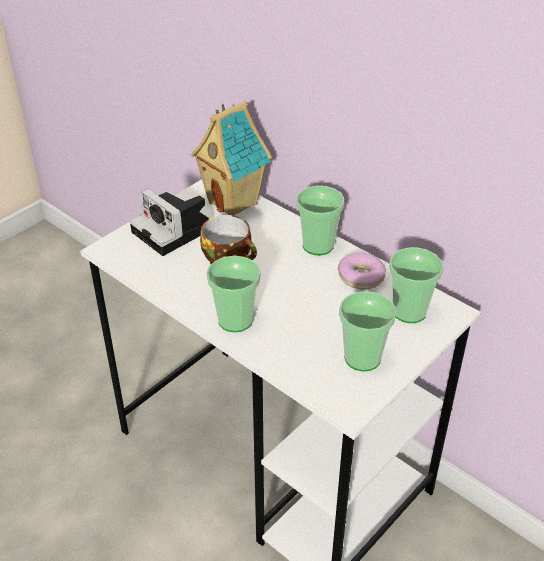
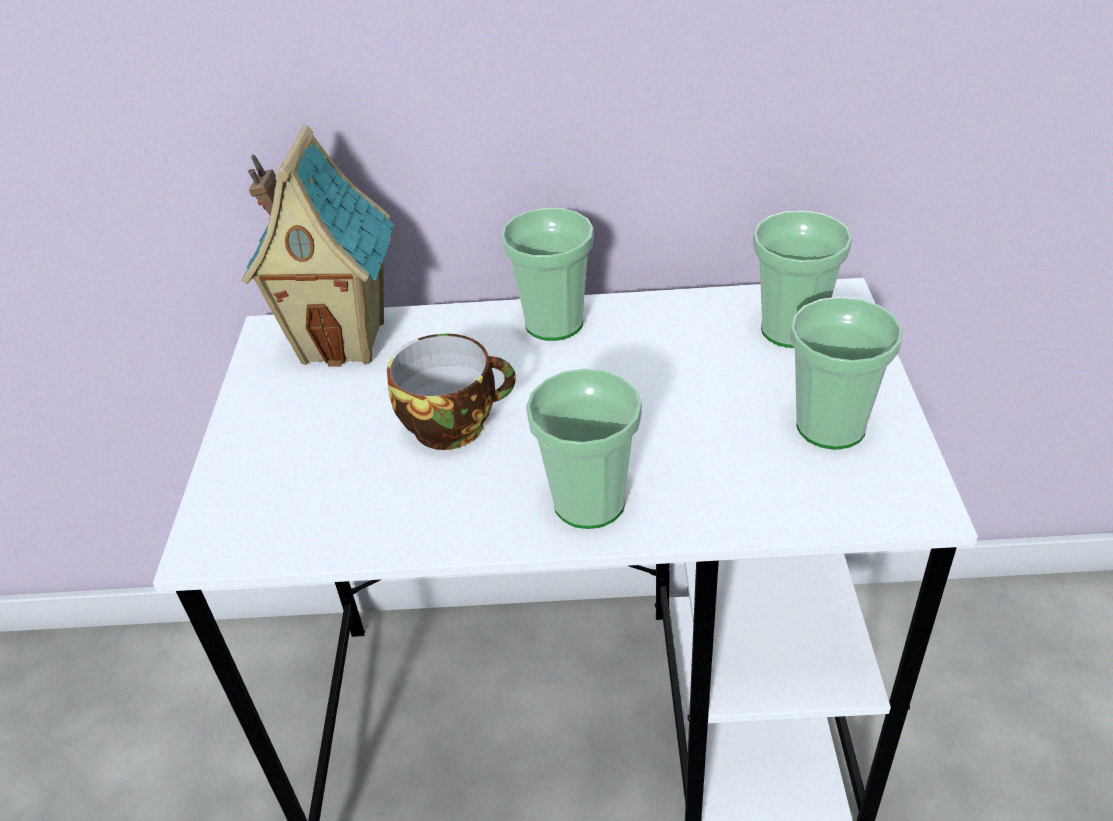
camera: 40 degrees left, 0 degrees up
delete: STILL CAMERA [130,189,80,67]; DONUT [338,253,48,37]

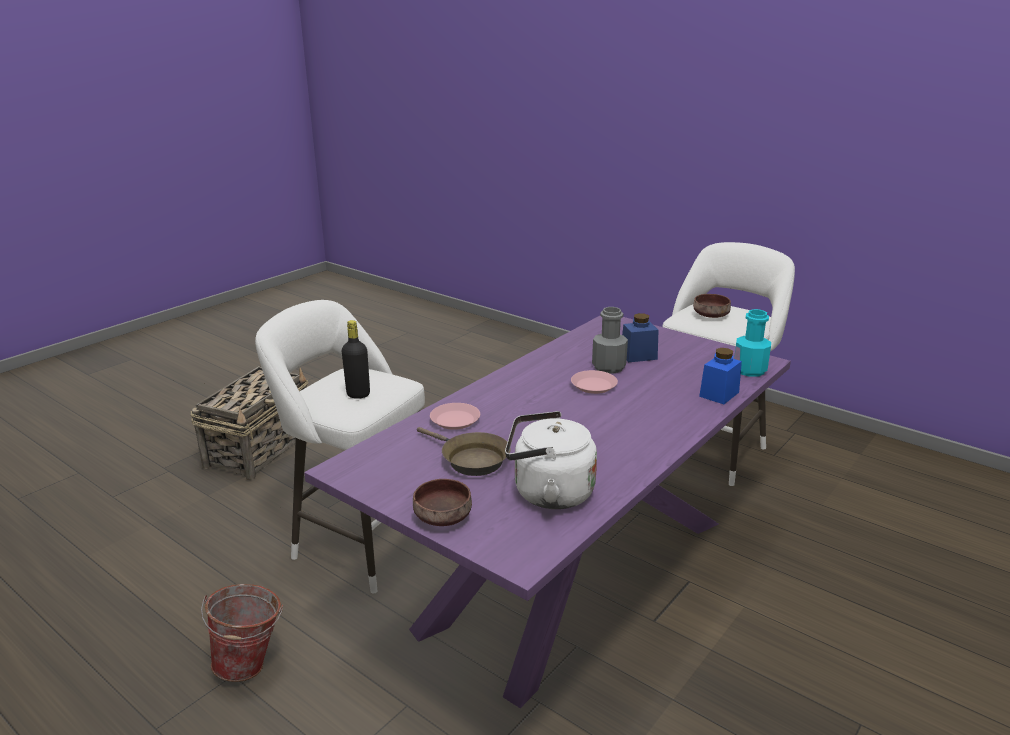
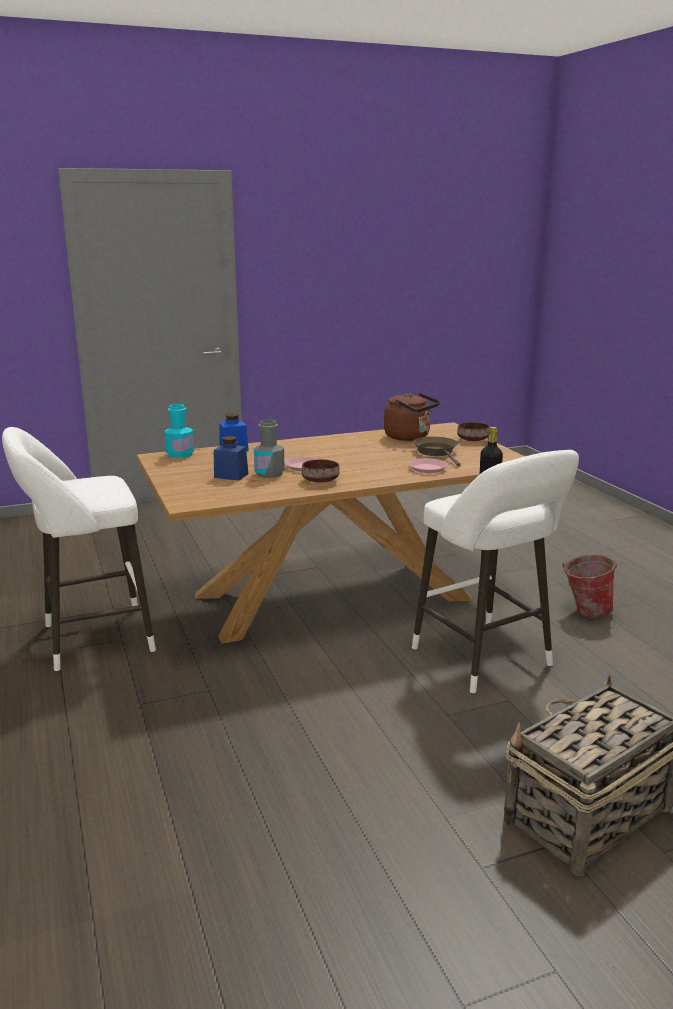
camera: 150 degrees left, 5 degrees down
move: BROWN-COLOURED SERVING BOWL [693,294,38,24] to [302,459,38,23]
recolor: PURPLE-COLOURED DINNER TABLE [304,316,487,392] to BROWN-COLOURED DINNER TABLE [137,422,388,222]; WHITISH WATER KETTLE [505,411,92,98] to BROWN-COLOURED WATER KETTLE [384,392,56,49]

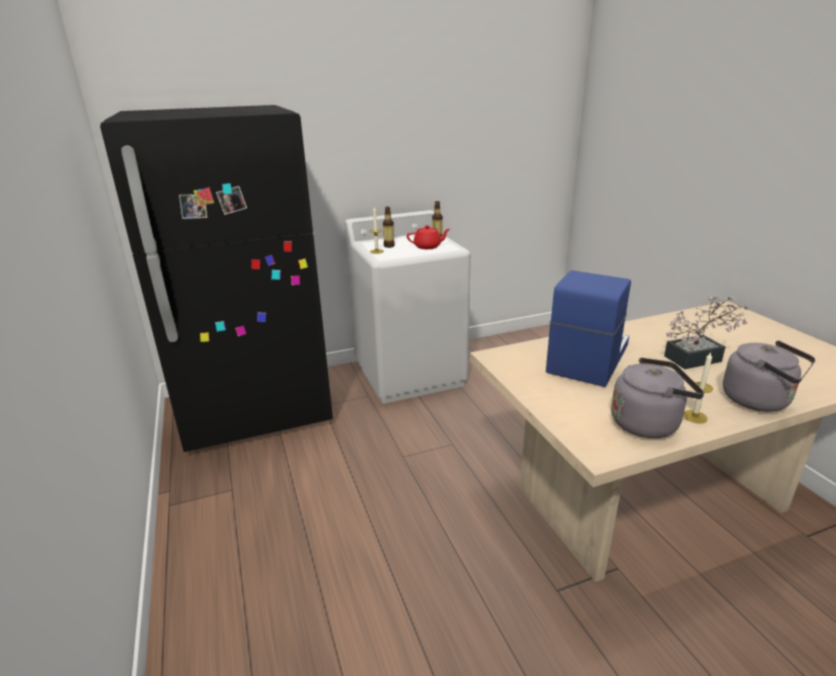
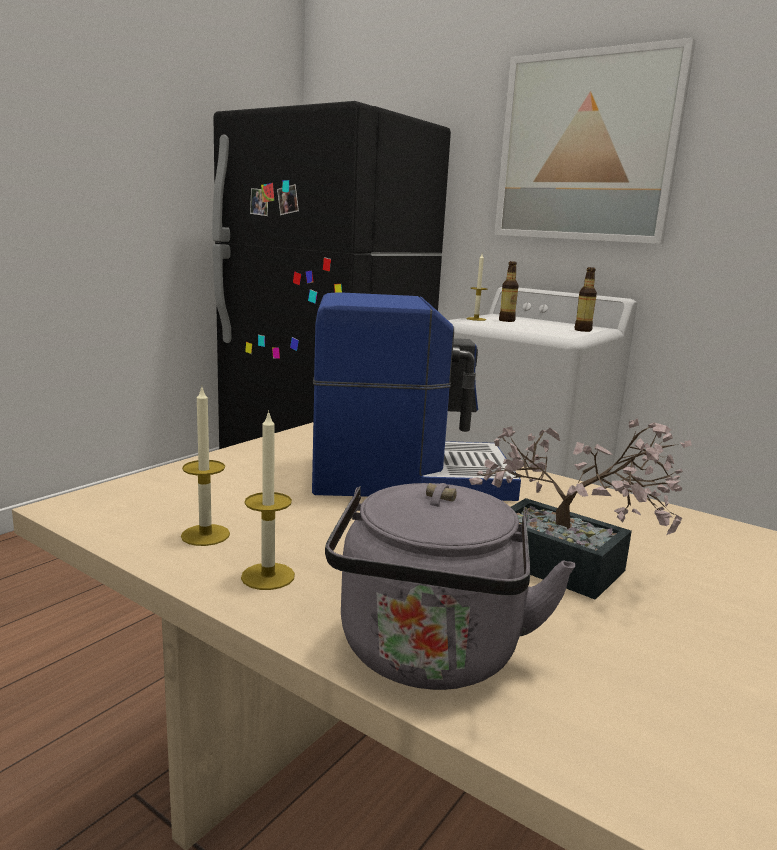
camera: 55 degrees right, 10 degrees down
delete: RED-COLOURED TEA POT [407,225,43,24]
insert: WALL ART [494,38,202,206]
replace: GRAY WATER KETTLE [611,357,93,81] to WAX CANDLE [181,385,49,161]

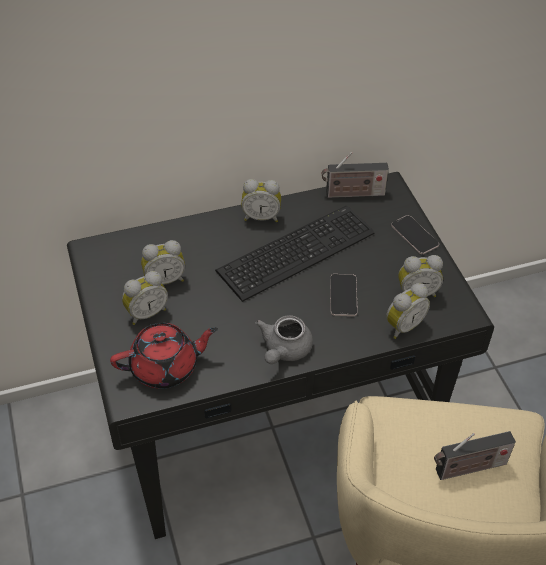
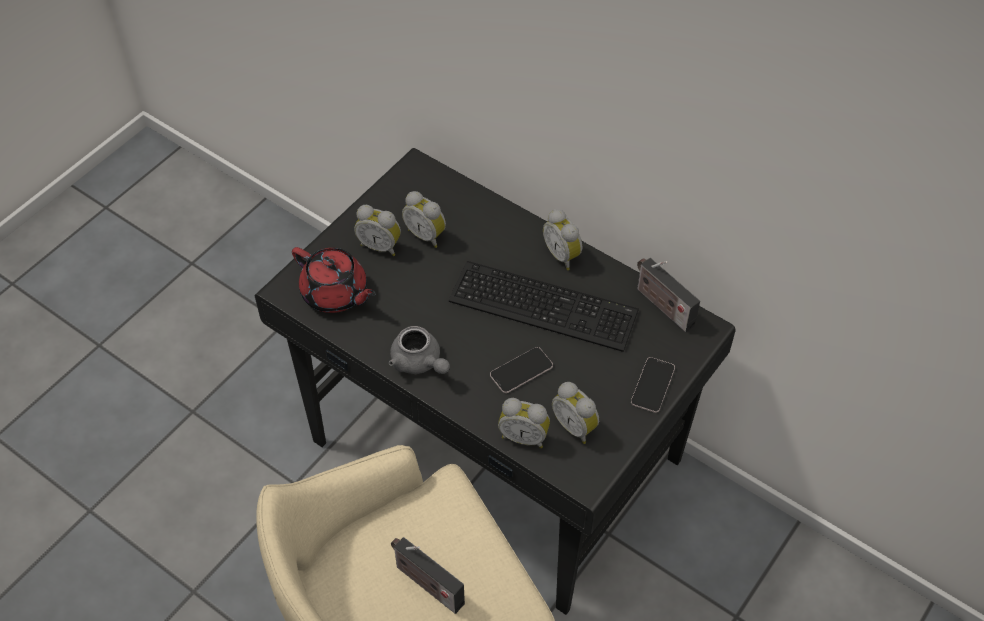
camera: 55 degrees right, 5 degrees up
rotate: GRAY TEA POT [255,315,58,49] = [389,326,61,48] 120 degrees counterclockwise

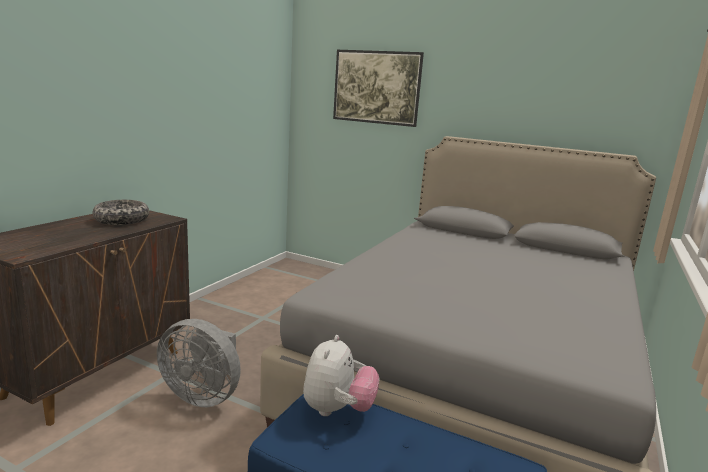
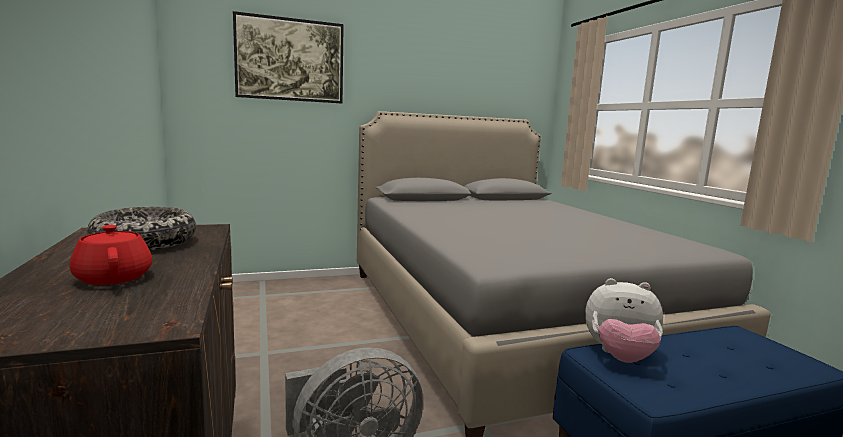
camera: 45 degrees left, 5 degrees down
insert: RED-COLOURED TEA POT [69,225,83,60]
rotate: SOFT TOY [303,335,76,81] = [585,278,78,85] 135 degrees clockwise

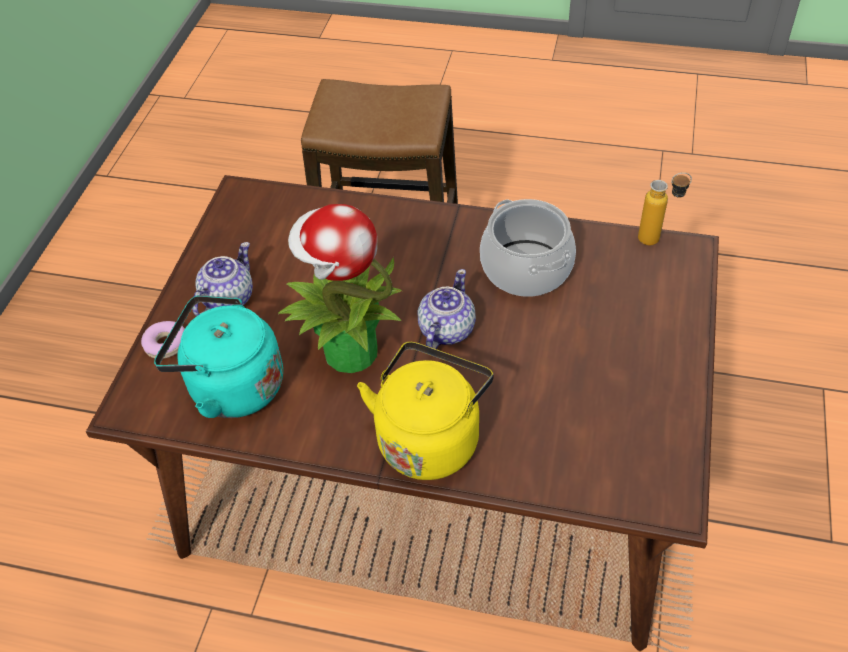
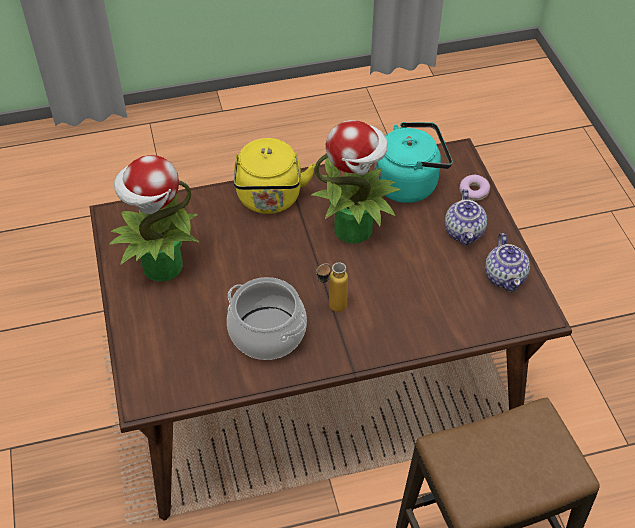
camera: 150 degrees right, 0 degrees up
insert: PLANT IN A POT [109,155,90,127]
move: TEA POT [418,269,58,80] to [485,233,45,59]; BOTTLE [638,172,54,74] to [316,262,32,50]

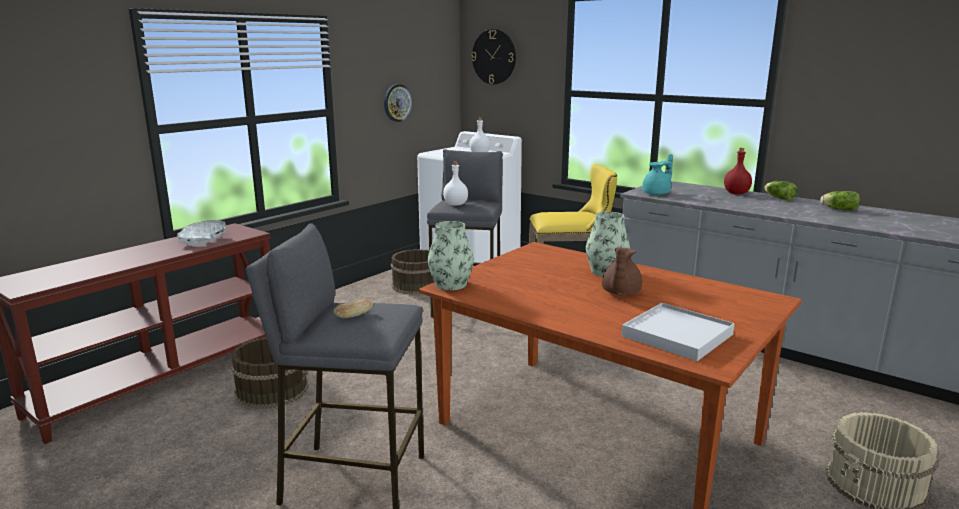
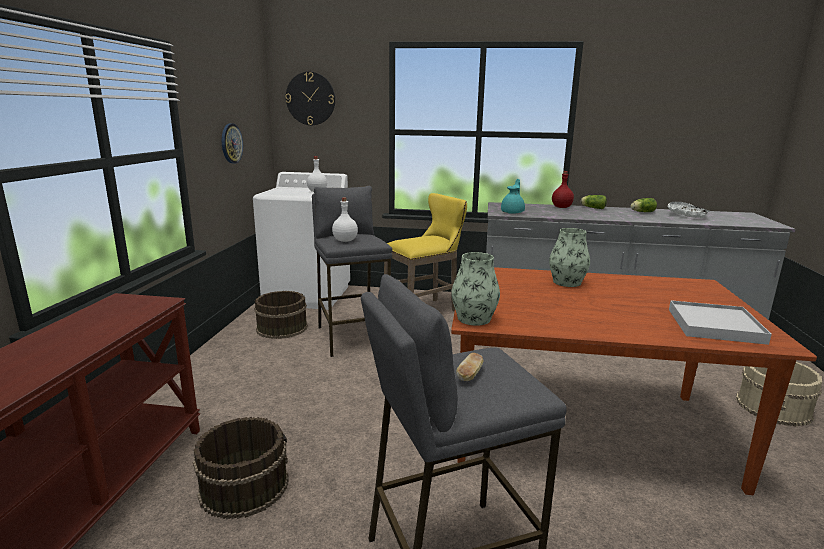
camera: 30 degrees left, 0 degrees up
delete: BROWN-COLOURED TEA POT [602,248,40,48]
move: WHITISH SERVING BOWL [177,220,49,26] to [668,202,42,16]

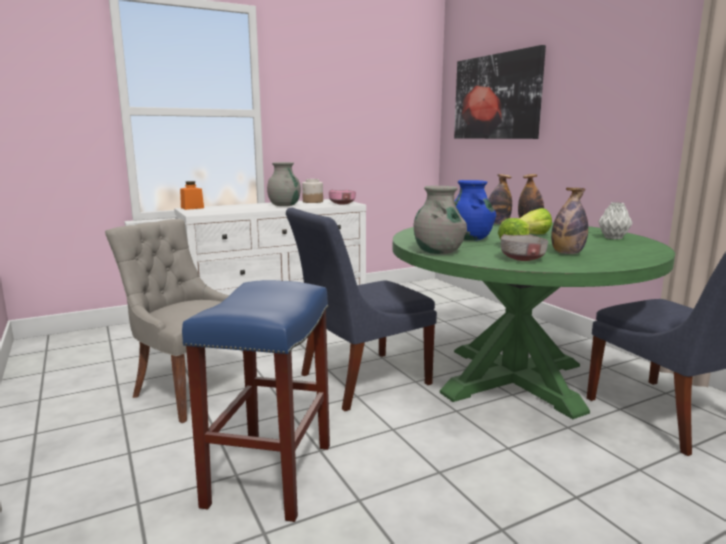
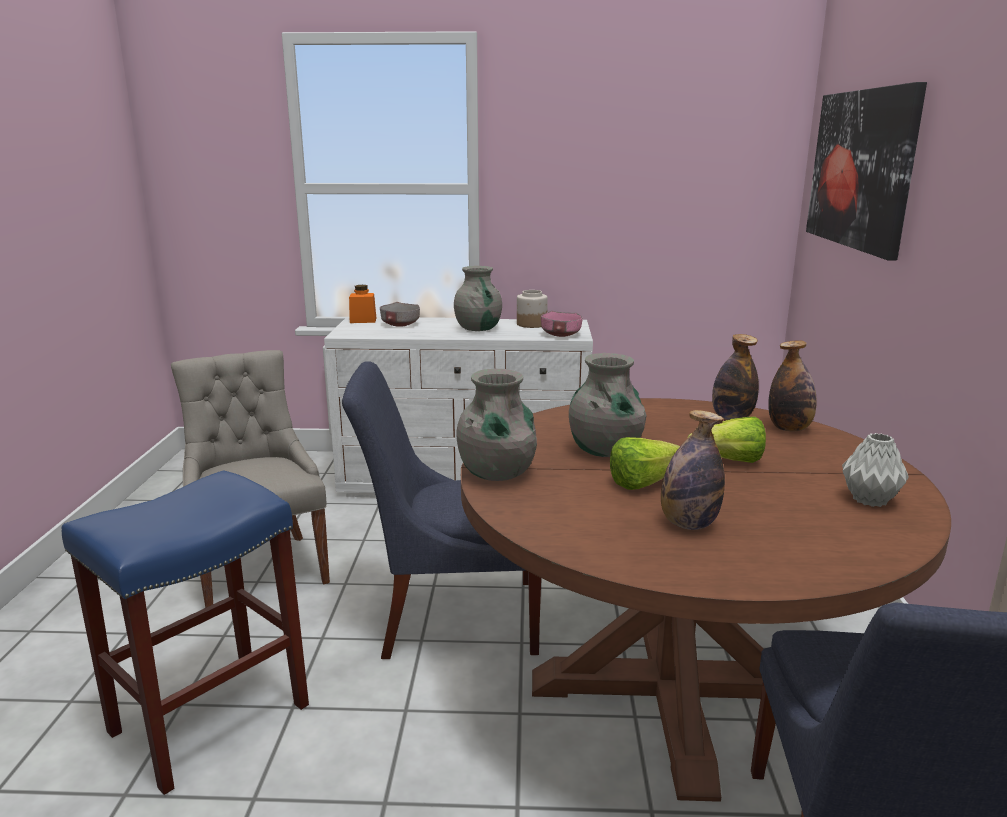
camera: 30 degrees right, 5 degrees up
move: GRAY SERVING BOWL [501,234,47,27] to [380,302,40,25]
recolor: GREEN DINNER TABLE [393,223,282,196] to BROWN-COLOURED DINNER TABLE [461,398,490,404]; BLUE-COLOURED VASE [454,180,42,61] to GRAY VASE [569,353,78,104]

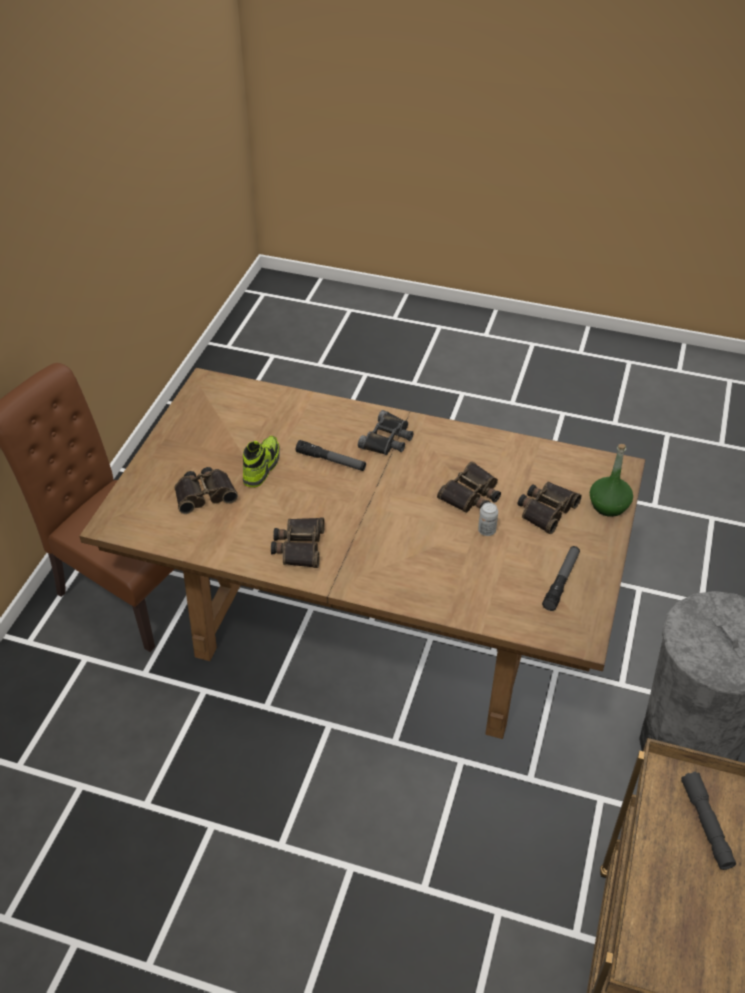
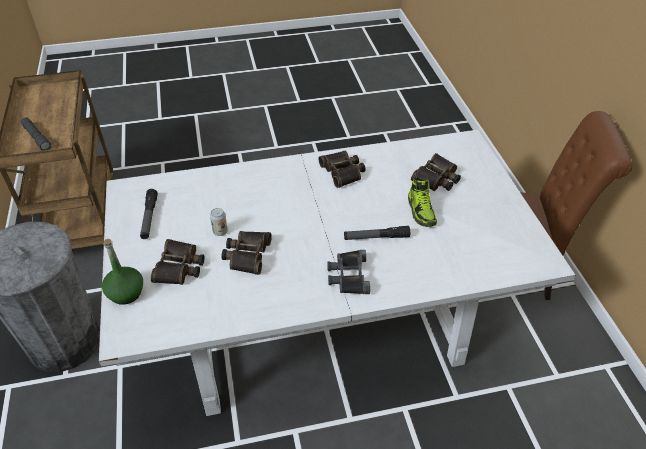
camera: 150 degrees right, 0 degrees up
recolor: BROWN-COLOURED DINNER TABLE [79,368,567,371] to WHITISH DINNER TABLE [99,130,476,286]

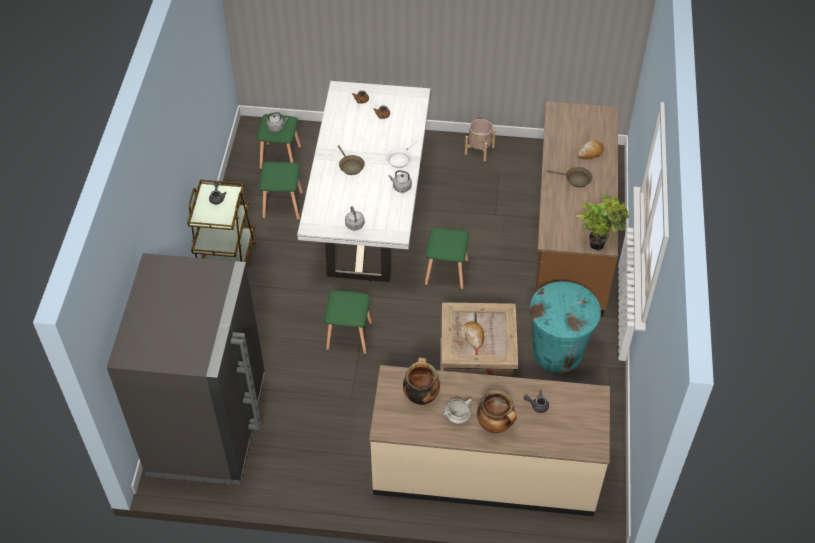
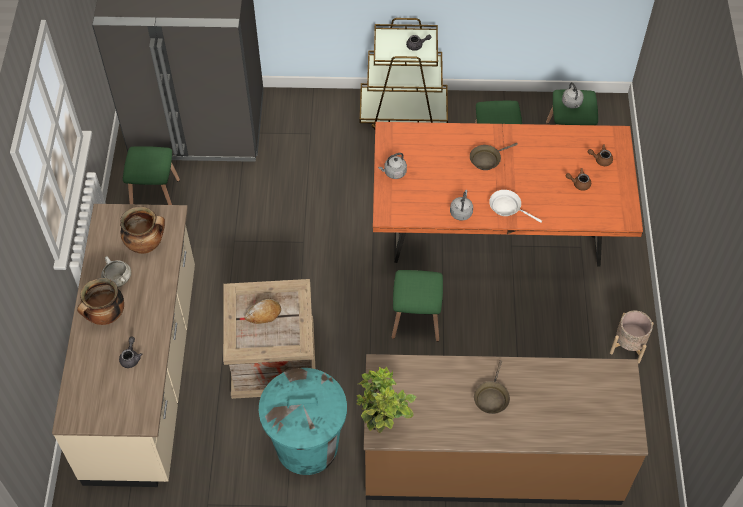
camera: 85 degrees right, 5 degrees up
delete: BAKED BREAD [578,140,26,19]
move: GREEN STOOL SEAT [324,290,48,64] to [123,146,57,59]
recolor: WHITISH DINNER TABLE [297,81,134,201] to ORANGE DINNER TABLE [373,122,270,145]

